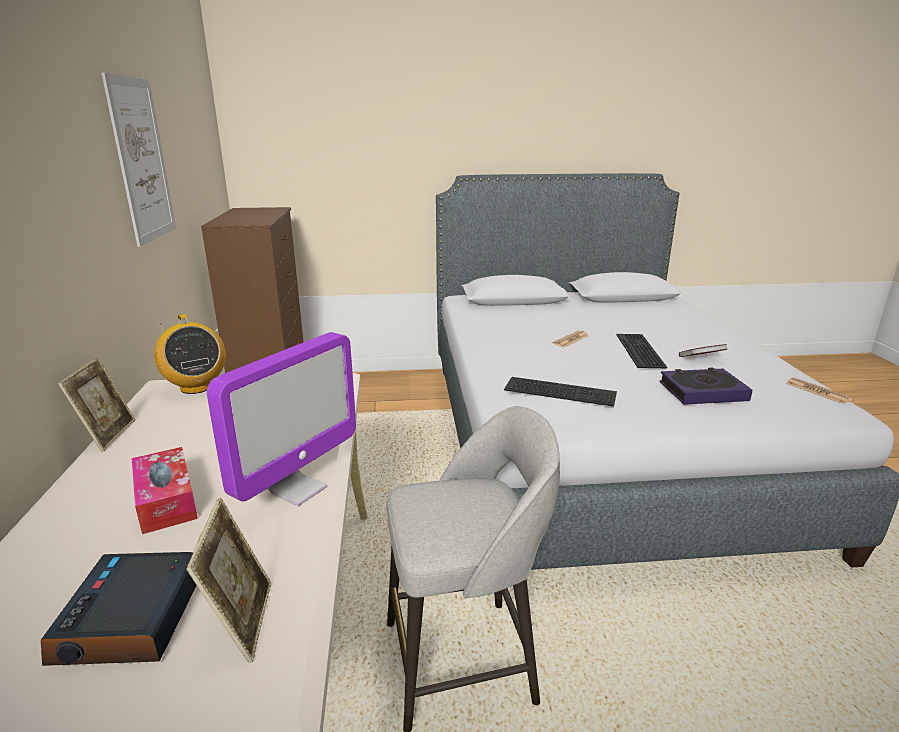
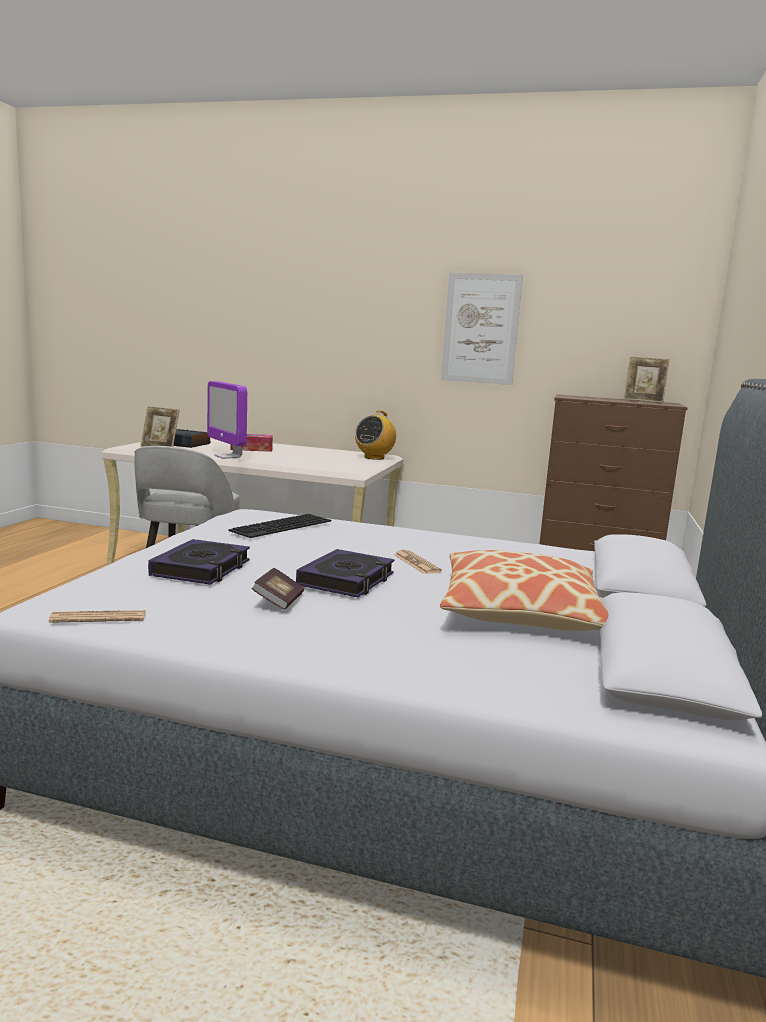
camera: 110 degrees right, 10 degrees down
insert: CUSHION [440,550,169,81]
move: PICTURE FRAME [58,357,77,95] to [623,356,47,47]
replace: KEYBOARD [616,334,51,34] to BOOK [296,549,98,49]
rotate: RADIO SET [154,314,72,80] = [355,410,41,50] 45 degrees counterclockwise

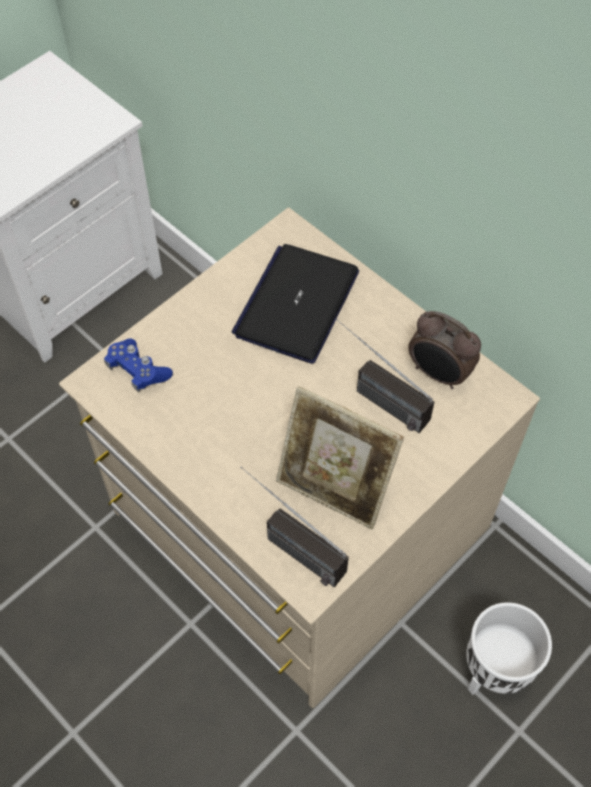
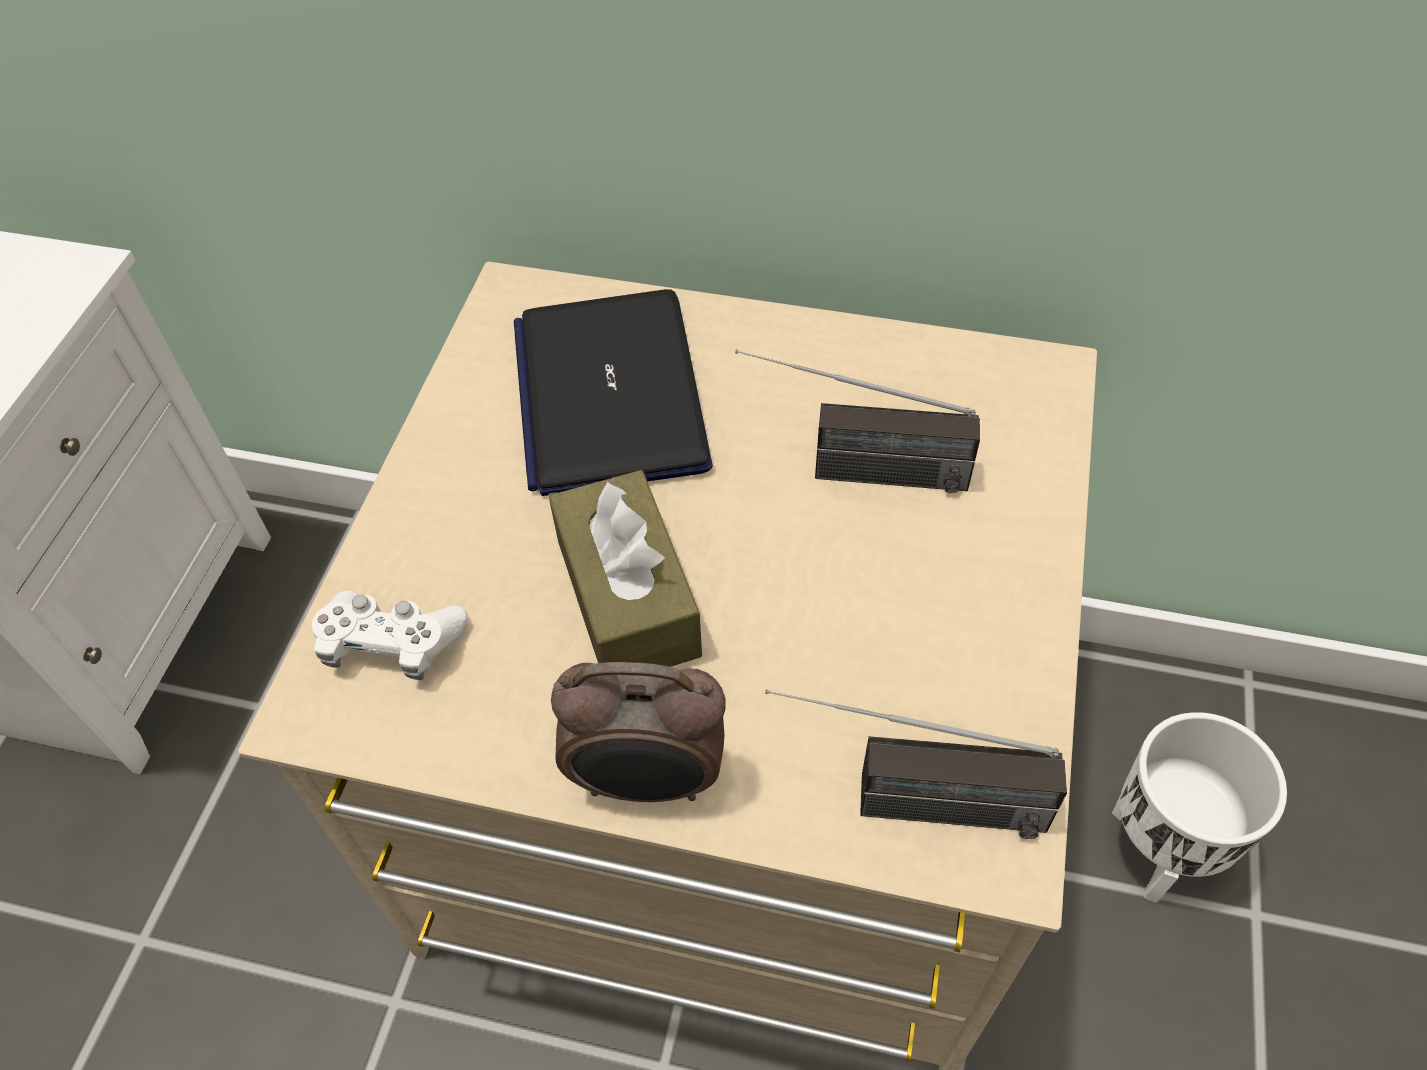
camera: 30 degrees left, 5 degrees down
delete: PICTURE FRAME [276,386,128,143]
insert: BROWN-COLOURED BOX OF TISSUES [549,470,153,197]
move: BEDSIDE CLOCK [408,311,73,78] to [551,662,175,140]
recolor: BLUE-COLOURED GAME CONTROLLER [104,338,69,54] to WHITISH GAME CONTROLLER [312,591,156,89]

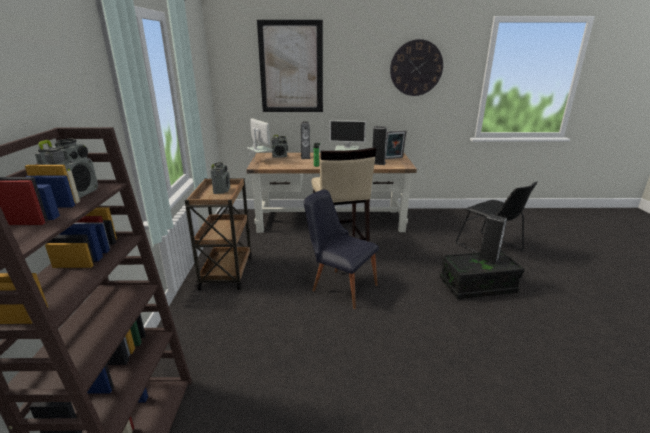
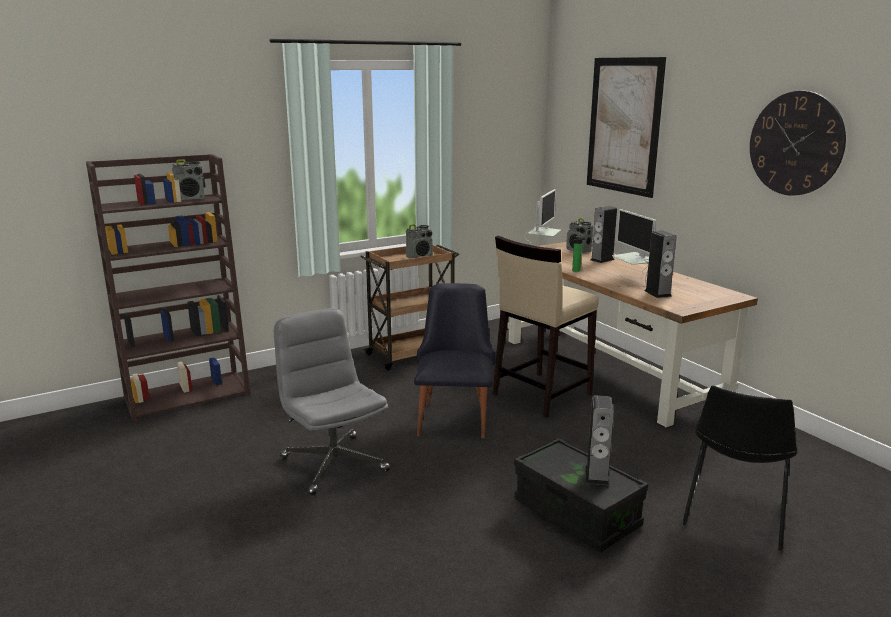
camera: 60 degrees right, 5 degrees down
delete: PICTURE FRAME [385,130,22,29]
insert: GRAY DESK CHAIR [274,308,116,187]

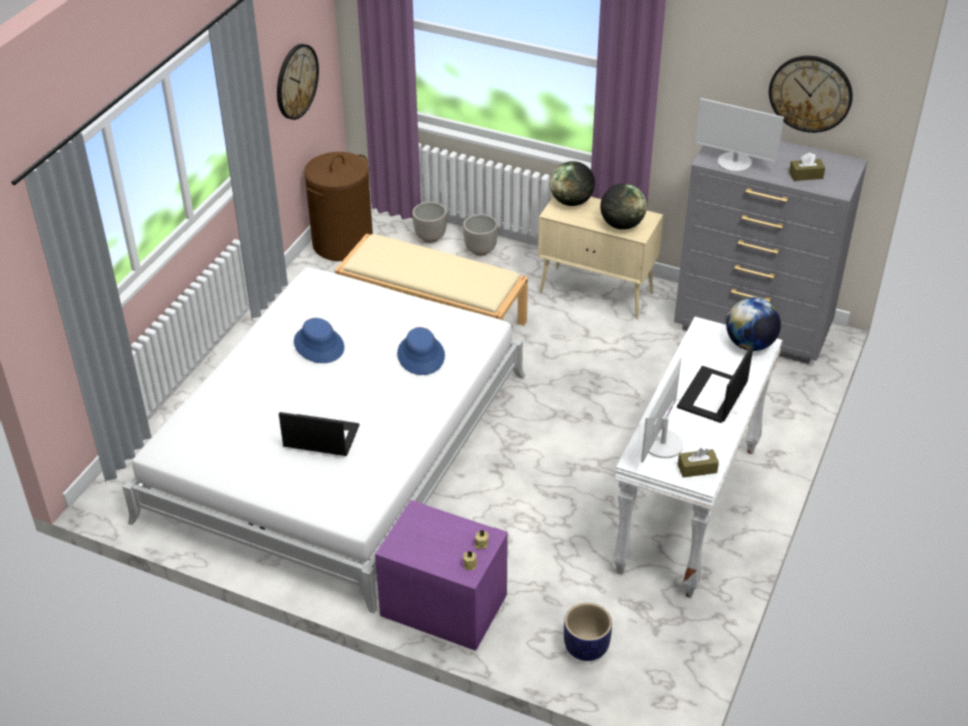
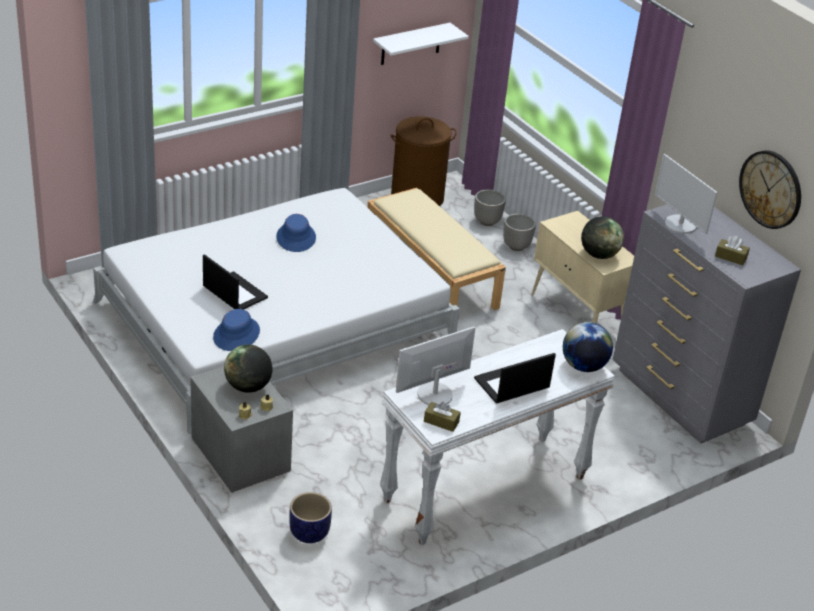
camera: 30 degrees right, 5 degrees down
move: BLUE-COLOURED HAT [397,327,48,48] to [213,309,47,42]; DESK GLOBE [550,161,45,45] to [224,344,48,49]
replace: WALL CLOCK [277,44,42,76] to WHITISH SHELF [373,23,96,42]
recolor: PURPLE-COLOURED NIGHTSTAND [375,500,133,151] to GRAY NIGHTSTAND [190,366,103,127]

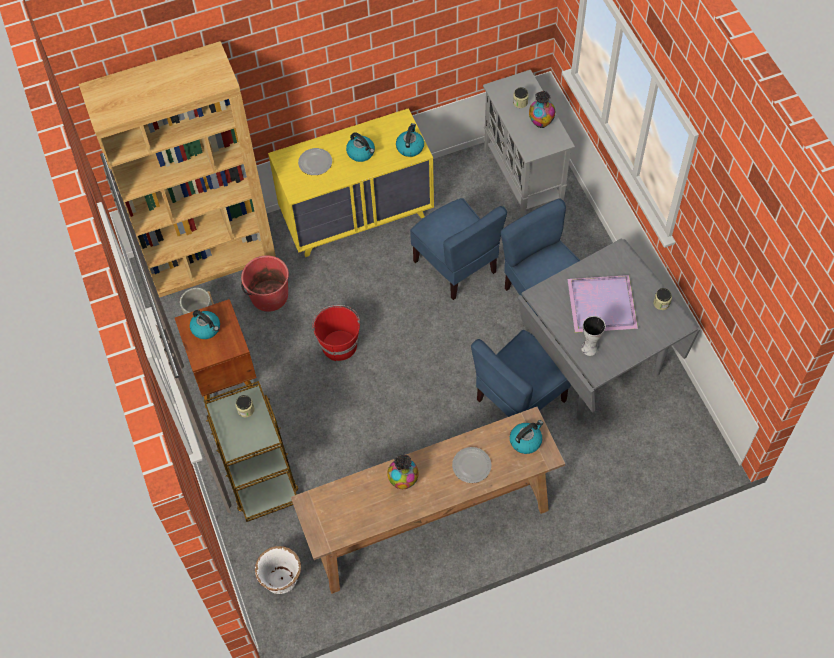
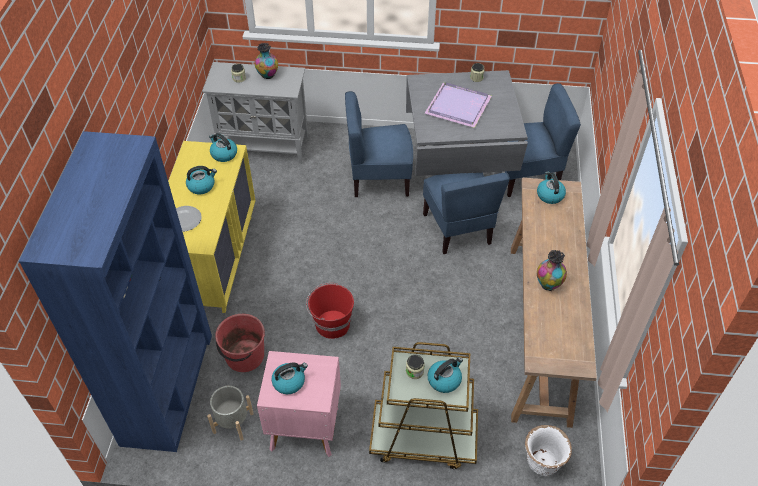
camera: 65 degrees left, 10 degrees down
delete: FLAT DISH [452,447,39,36]; VASE [581,316,25,40]
insert: WATER KETTLE [428,357,35,36]
move: BLUE-COLOURED CHAIR [410,198,97,102] to [505,83,76,114]
recolor: BROWN-COLOURED SHELVING UNIT [79,41,197,257] to BLUE-COLOURED SHELVING UNIT [19,131,193,321]; BROWN-COLOURED NIGHTSTAND [175,299,82,109] to PINKISH NIGHTSTAND [257,351,84,106]

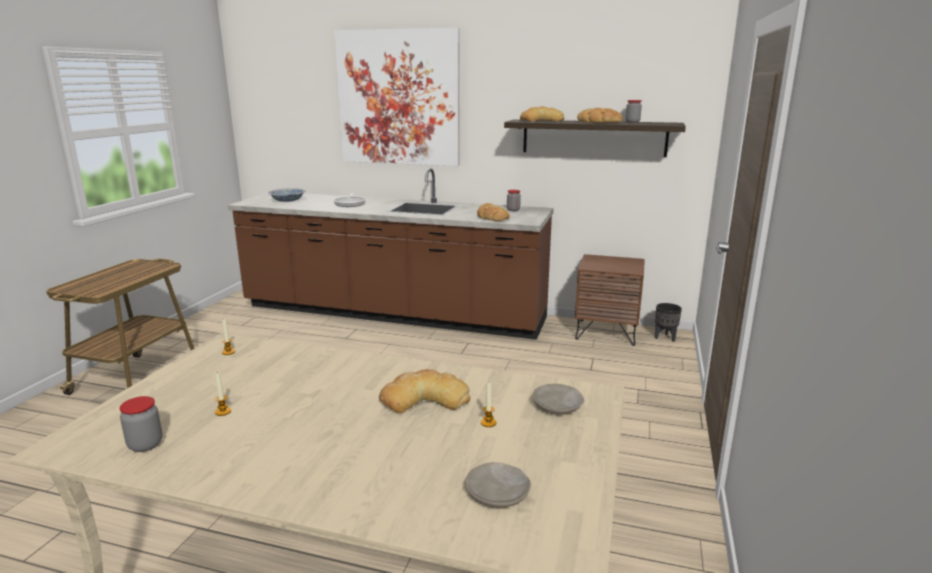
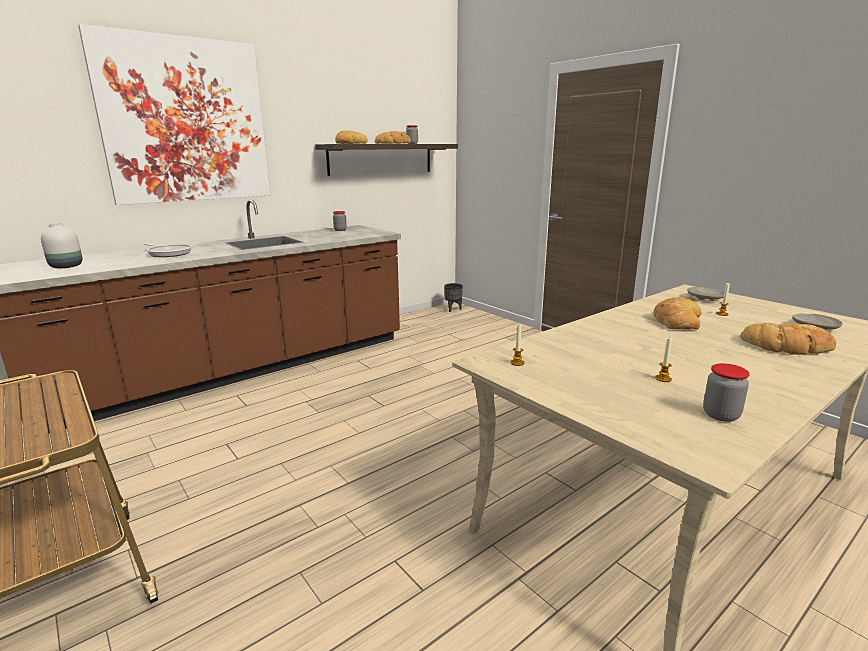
camera: 55 degrees left, 0 degrees up
delete: BROWN-COLOURED NIGHTSTAND [575,254,70,92]
move: BAKED BREAD [477,203,33,18] to [741,323,95,32]
replace: SERVING BOWL [268,188,37,14] to WHITISH VASE [41,223,41,45]

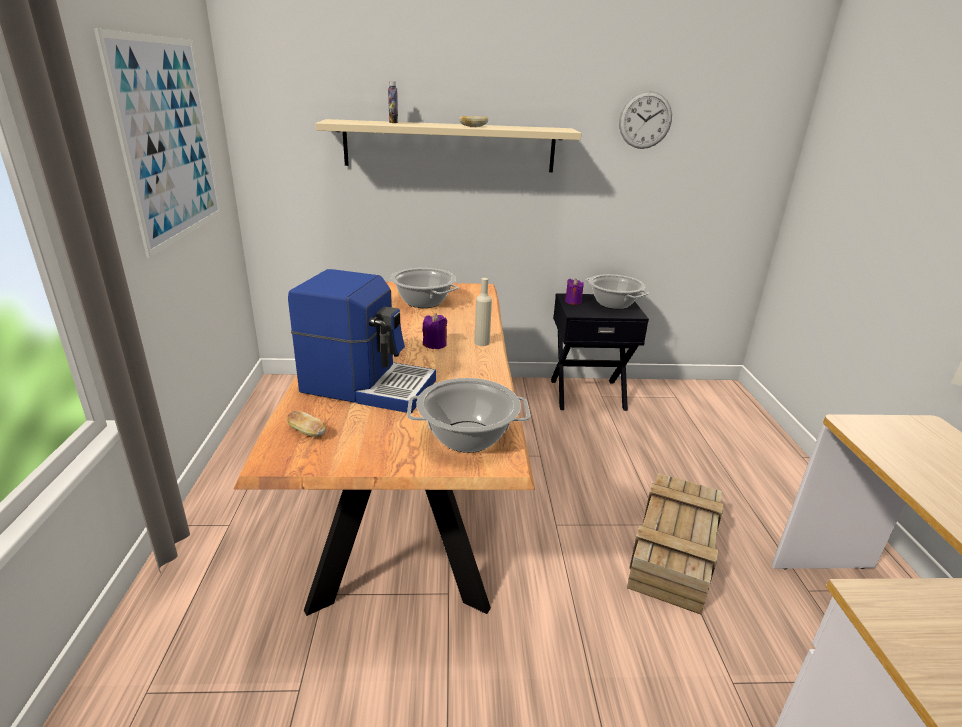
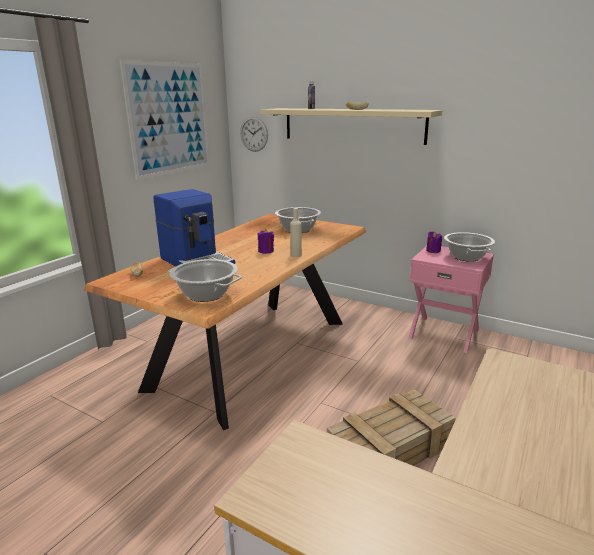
camera: 35 degrees right, 5 degrees down
move: WALL CLOCK [619,91,53,58] to [240,116,28,36]
recolor: BLACK-COLOURED NIGHTSTAND [551,293,98,118] to PINKISH NIGHTSTAND [409,246,85,107]

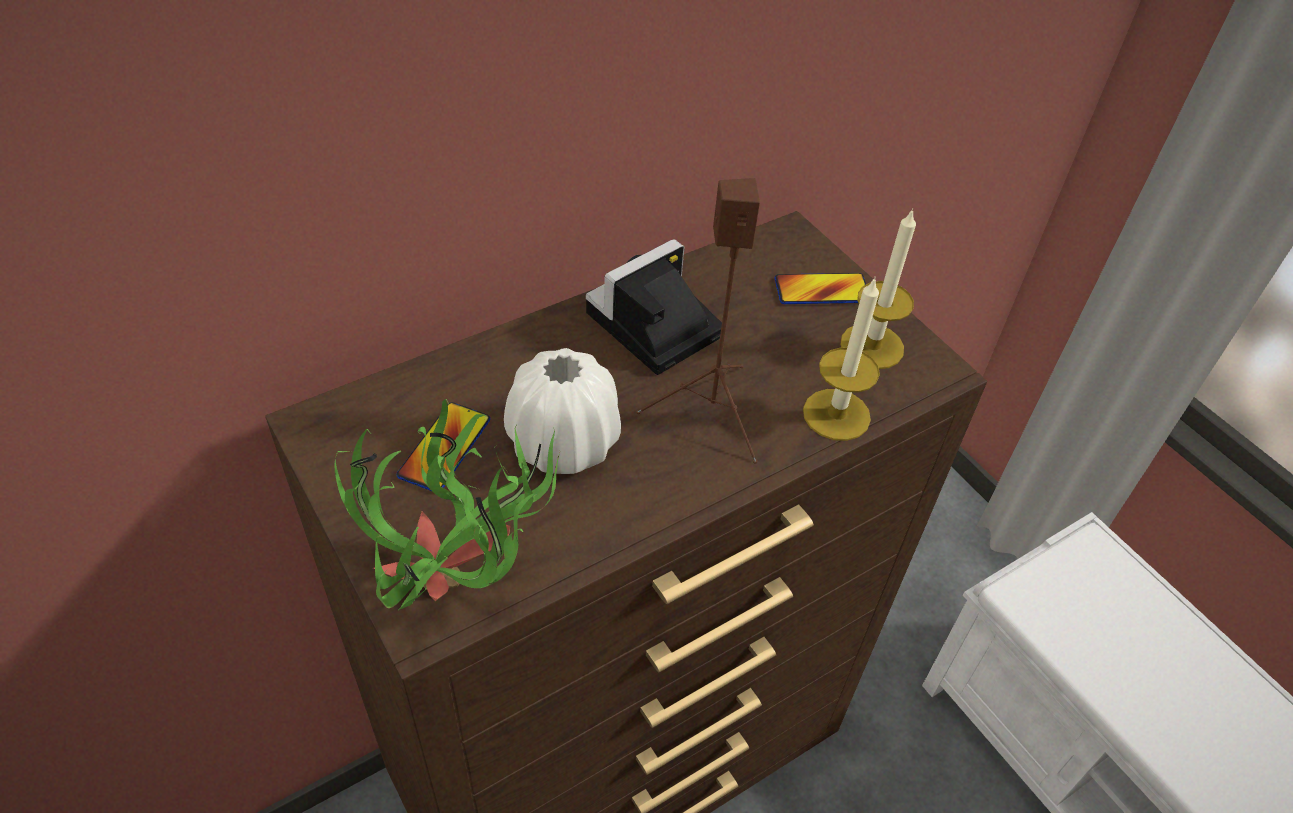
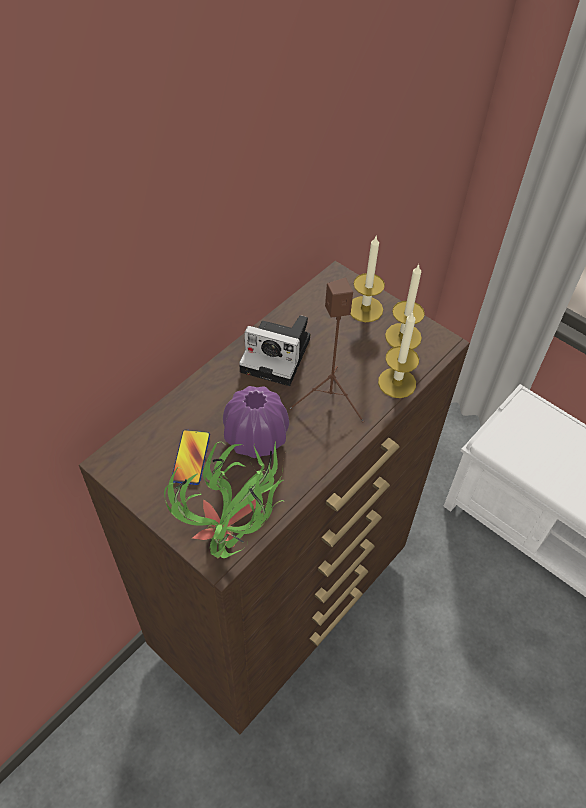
camera: 15 degrees left, 5 degrees up
replace: HANDSET [775,273,91,31] to WAX CANDLE [351,235,34,87]
recolor: WHITISH VASE [504,348,117,126] to PURPLE-COLOURED VASE [223,386,66,72]
rotate: STILL CAMERA [586,239,136,136] = [239,315,71,71] 105 degrees counterclockwise

